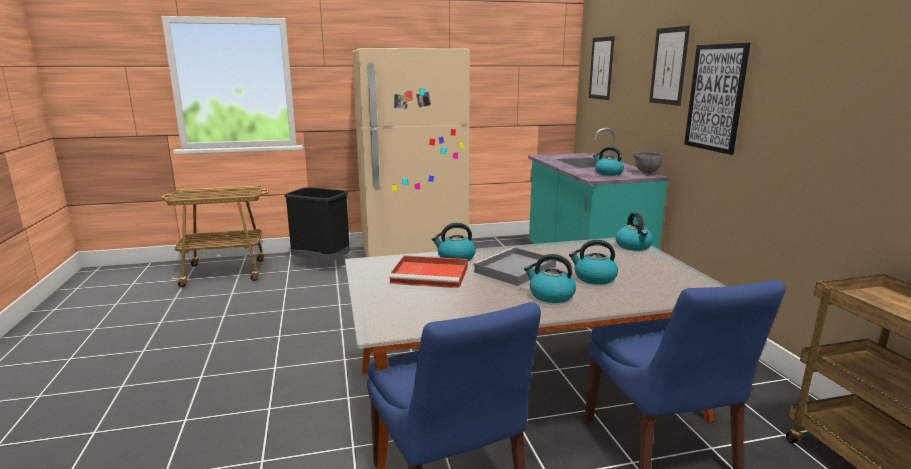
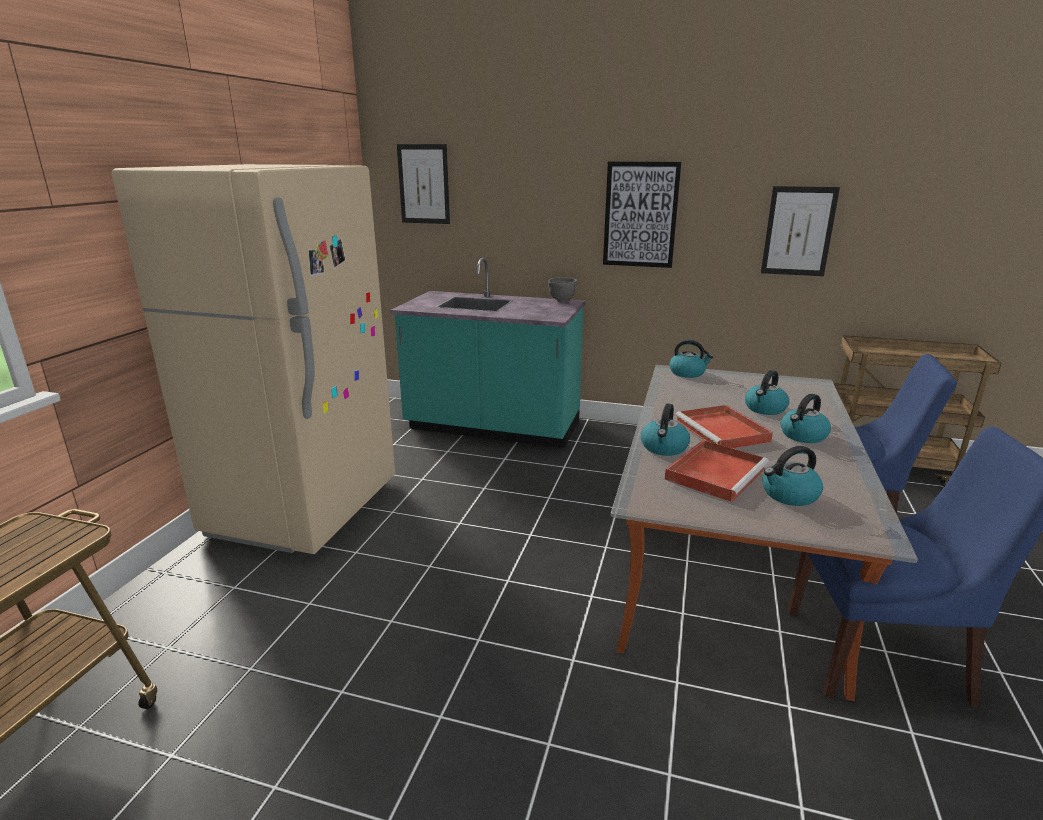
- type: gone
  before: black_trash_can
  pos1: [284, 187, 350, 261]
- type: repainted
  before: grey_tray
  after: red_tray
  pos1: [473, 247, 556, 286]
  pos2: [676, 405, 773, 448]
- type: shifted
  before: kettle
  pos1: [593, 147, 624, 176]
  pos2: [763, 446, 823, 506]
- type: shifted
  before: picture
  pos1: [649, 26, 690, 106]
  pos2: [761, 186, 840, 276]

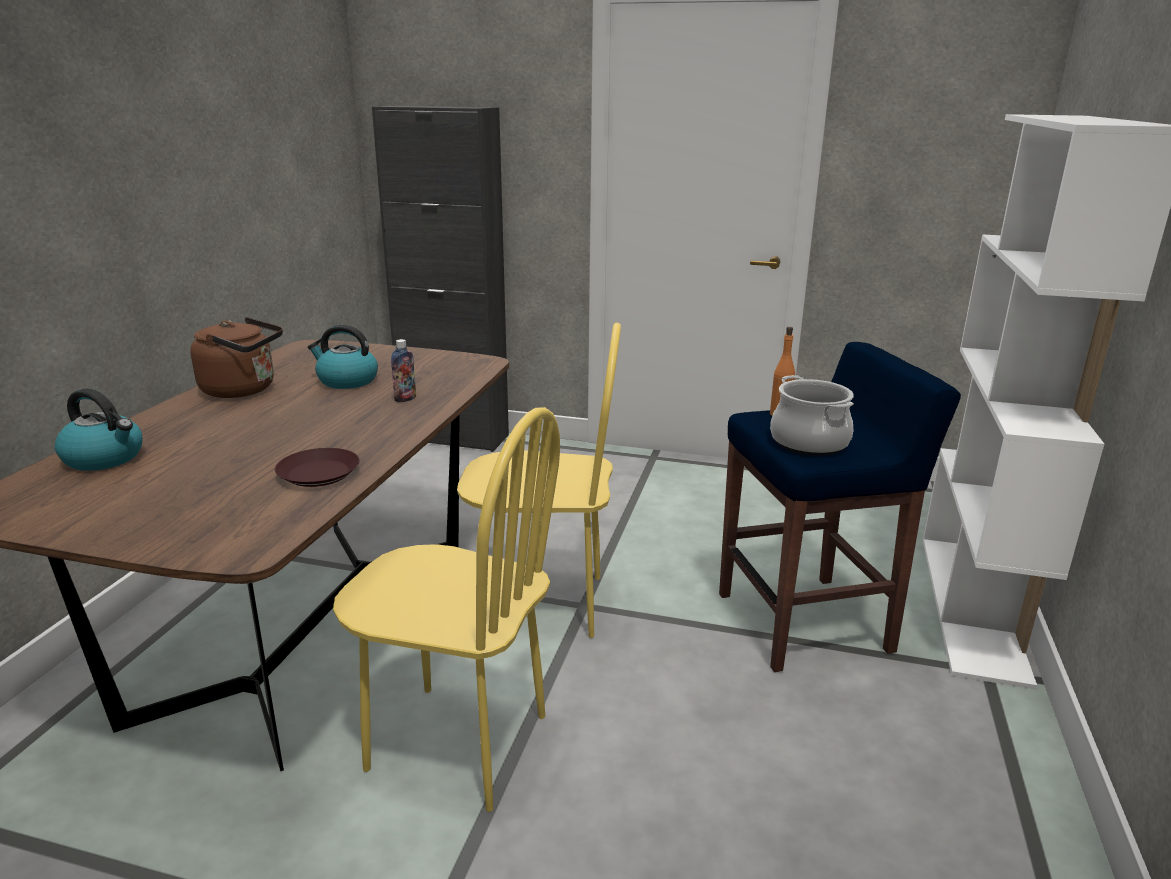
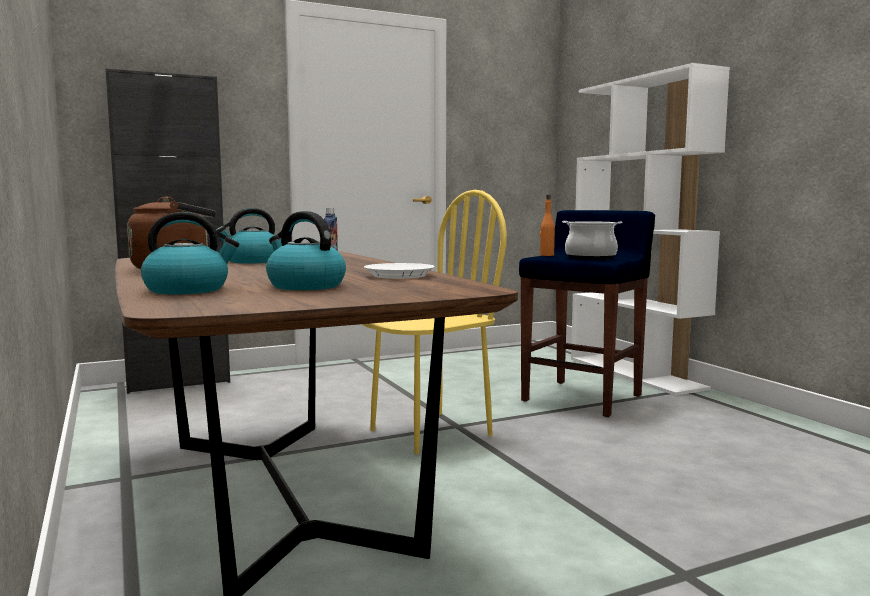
- type: repainted
  before: brown_plate
  after: white_plate
  pos1: [275, 448, 360, 487]
  pos2: [364, 263, 435, 279]
- type: gone
  before: yellow_chair
  pos1: [333, 407, 560, 812]
- type: new
  after: kettle
  pos2: [266, 211, 346, 290]

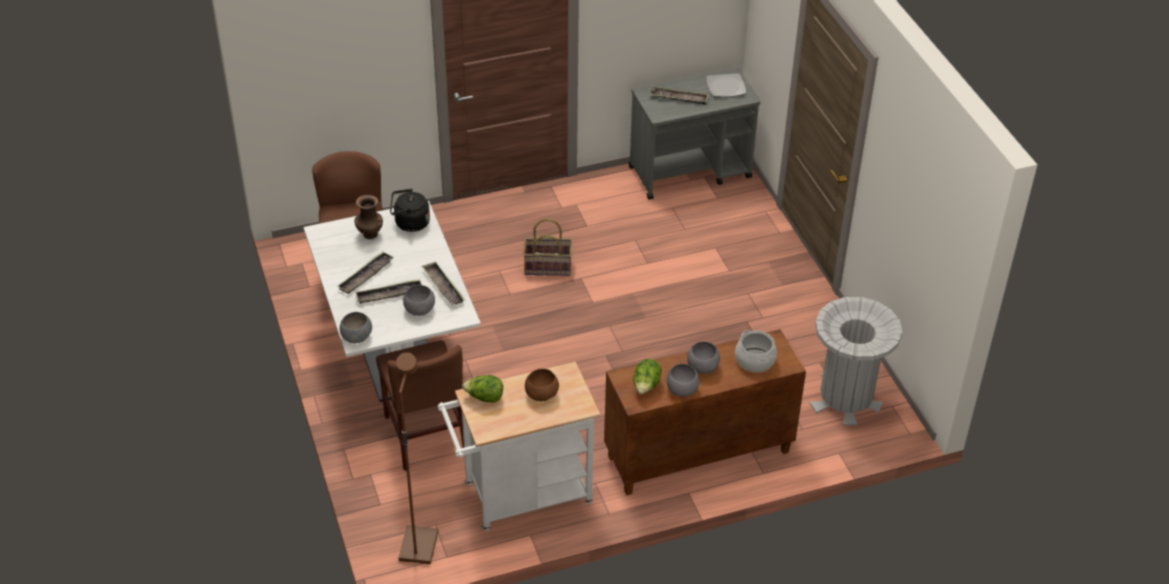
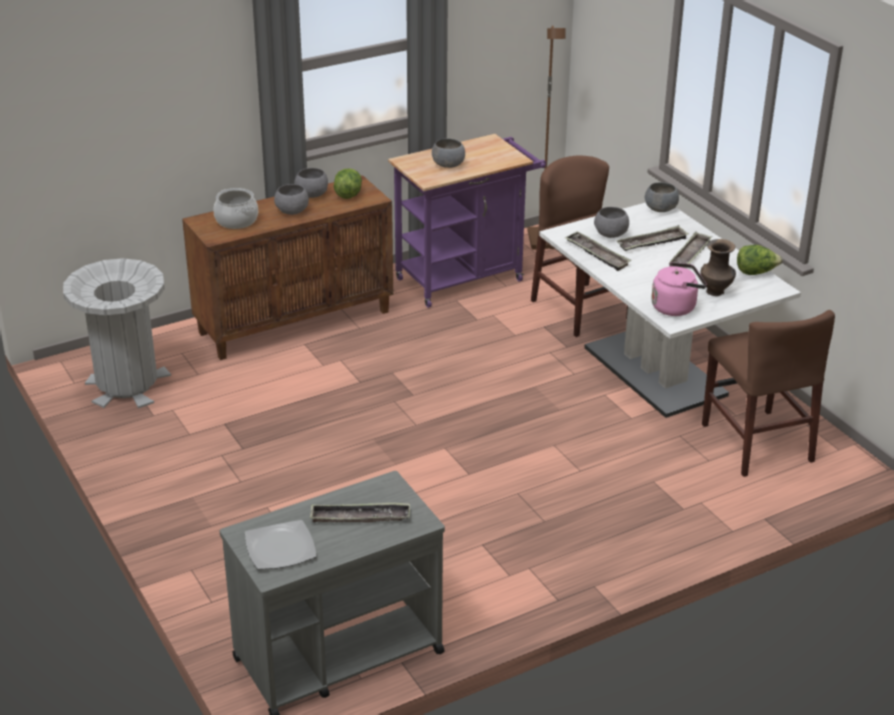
- type: repainted
  before: black_kettle
  after: pink_kettle
  pos1: [390, 189, 430, 232]
  pos2: [651, 262, 707, 316]
- type: repainted
  before: white_cart
  after: purple_cart
  pos1: [438, 362, 600, 531]
  pos2: [388, 134, 546, 308]
- type: shifted
  before: lettuce
  pos1: [462, 375, 503, 403]
  pos2: [737, 245, 783, 275]
- type: gone
  before: basket
  pos1: [523, 219, 572, 276]
- type: repainted
  before: brown_bowl
  after: grey_bowl
  pos1: [525, 369, 559, 401]
  pos2: [432, 138, 465, 168]

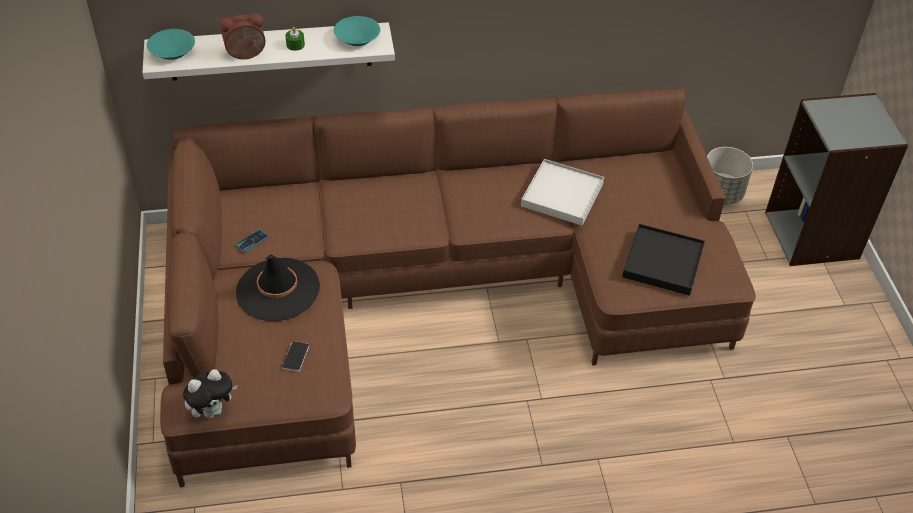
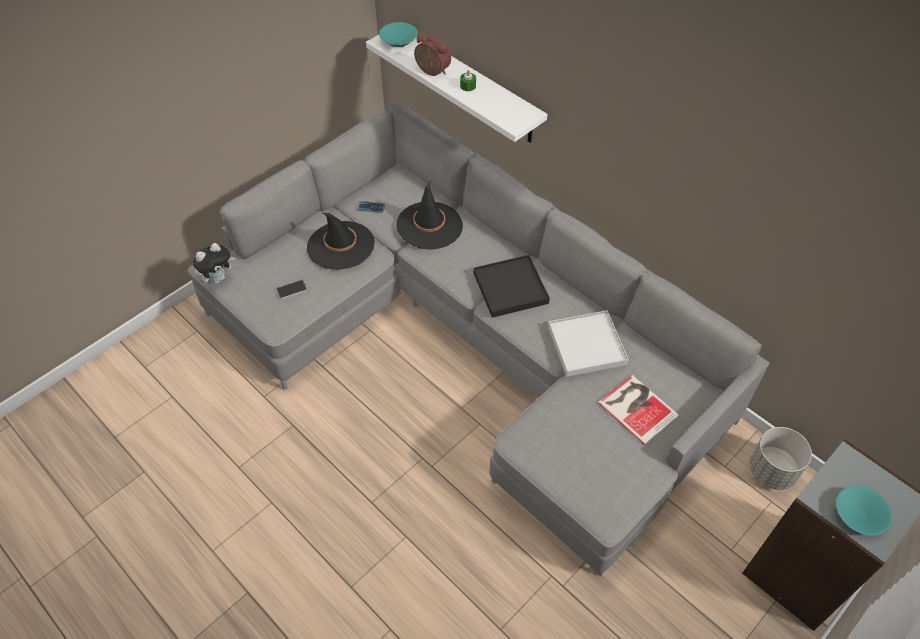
- type: repainted
  before: brown_sofa
  after: grey_sofa
  pos1: [160, 88, 756, 487]
  pos2: [188, 104, 770, 577]
- type: rotated
  before: plush_toy
  pos1: [183, 369, 238, 418]
  pos2: [193, 243, 235, 284]
  turn: -60
- type: shifted
  before: turquoise_bowl
  pos1: [334, 16, 380, 46]
  pos2: [836, 485, 892, 536]
- type: shifted
  before: black_tray
  pos1: [622, 224, 705, 296]
  pos2: [474, 255, 550, 318]
- type: new
  after: black_hat
  pos2: [396, 181, 463, 249]
- type: new
  after: book
  pos2: [598, 375, 679, 445]

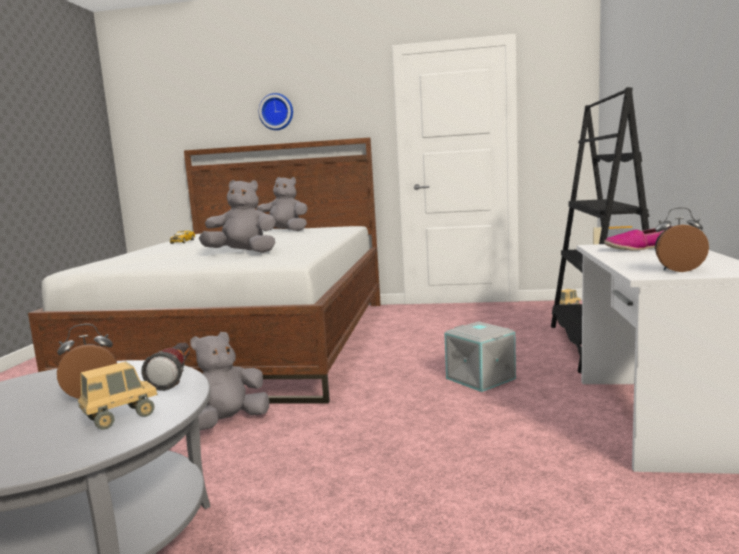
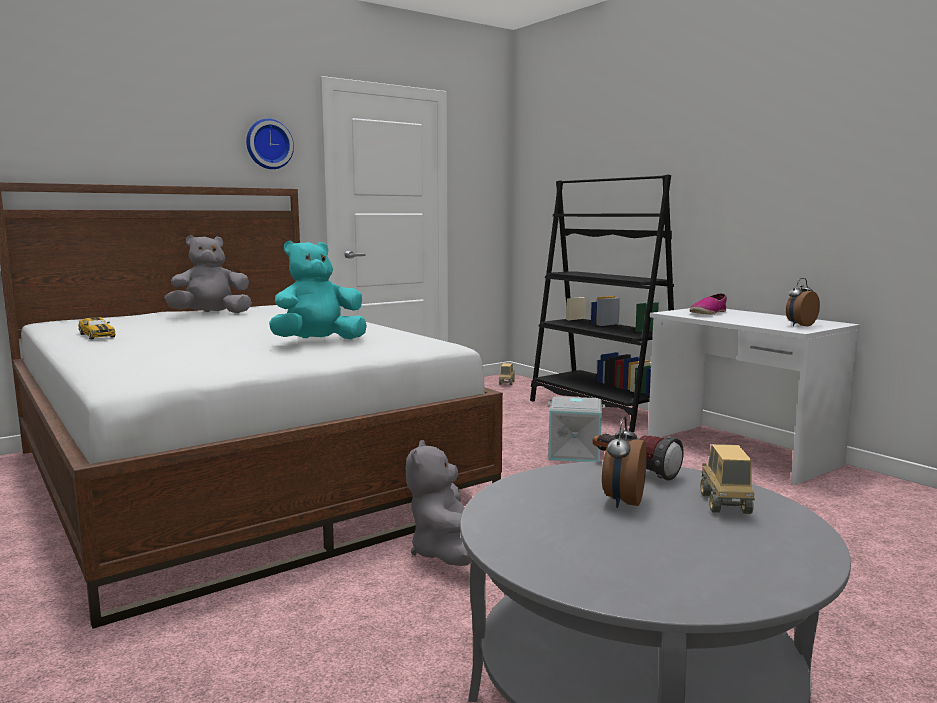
- type: repainted
  before: grey_plush_toy
  after: turquoise_plush_toy
  pos1: [199, 180, 276, 253]
  pos2: [269, 241, 367, 339]
- type: shifted
  before: wall_clock
  pos1: [258, 93, 293, 130]
  pos2: [246, 119, 294, 169]

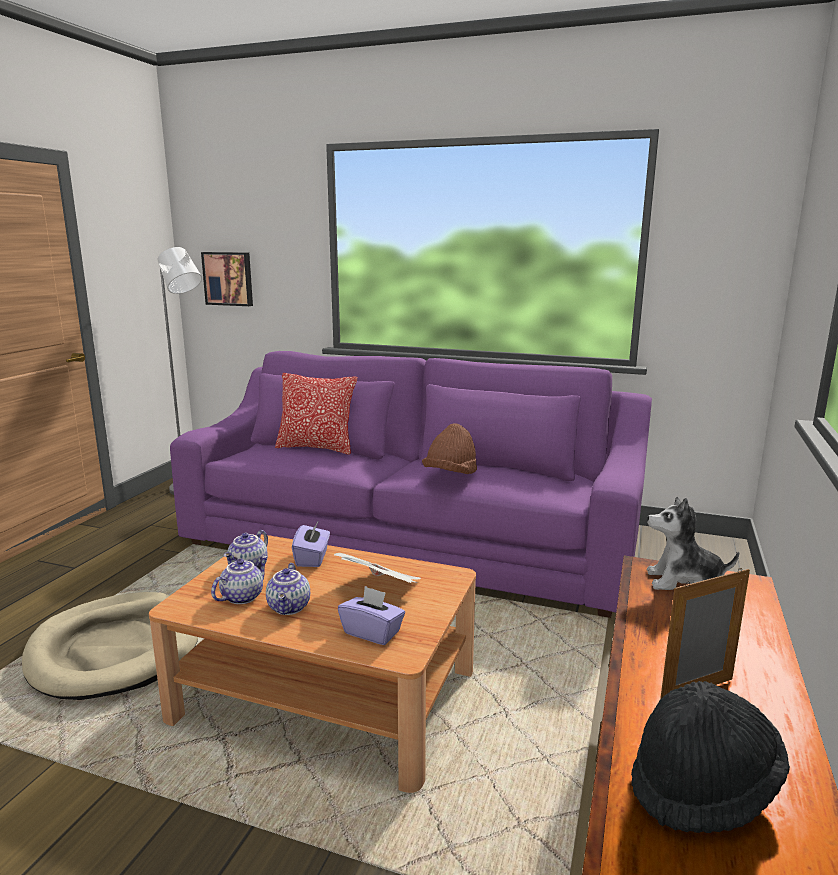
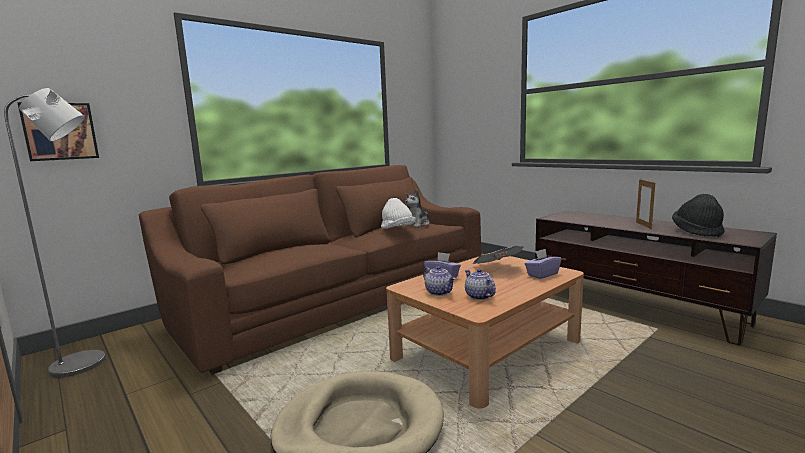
- type: repainted
  before: purple_sofa
  after: brown_sofa
  pos1: [170, 351, 652, 618]
  pos2: [139, 165, 481, 375]
- type: gone
  before: teapot
  pos1: [266, 563, 310, 615]
- type: gone
  before: pillow
  pos1: [275, 373, 357, 455]
- type: repainted
  before: brown_hat
  after: white_hat
  pos1: [422, 423, 477, 474]
  pos2: [381, 198, 416, 229]
- type: shifted
  before: plush_toy
  pos1: [647, 497, 739, 590]
  pos2: [405, 189, 430, 227]

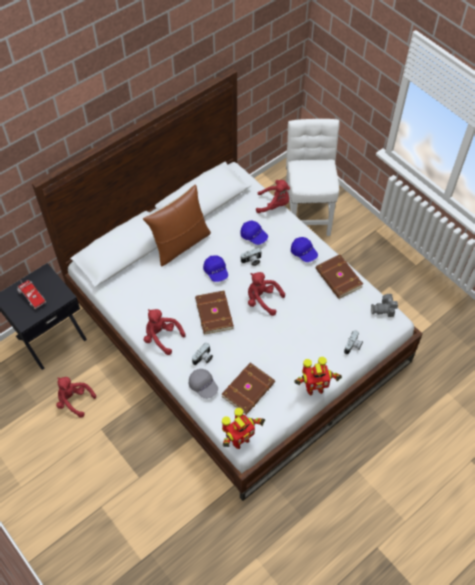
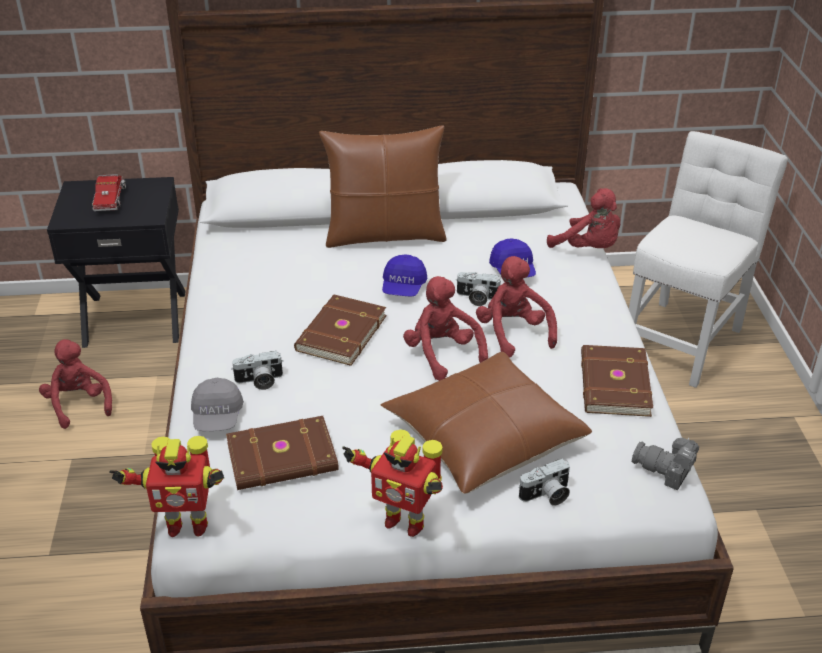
- type: shifted
  before: red_plush_toy
  pos1: [144, 309, 186, 355]
  pos2: [476, 256, 557, 358]
- type: gone
  before: blue_cap
  pos1: [291, 237, 318, 262]
- type: new
  after: brown_pillow
  pos2: [381, 352, 592, 494]

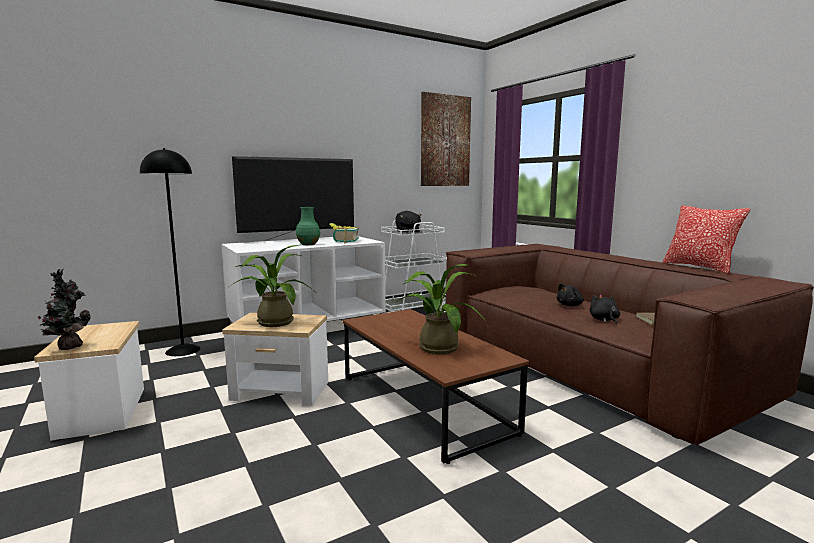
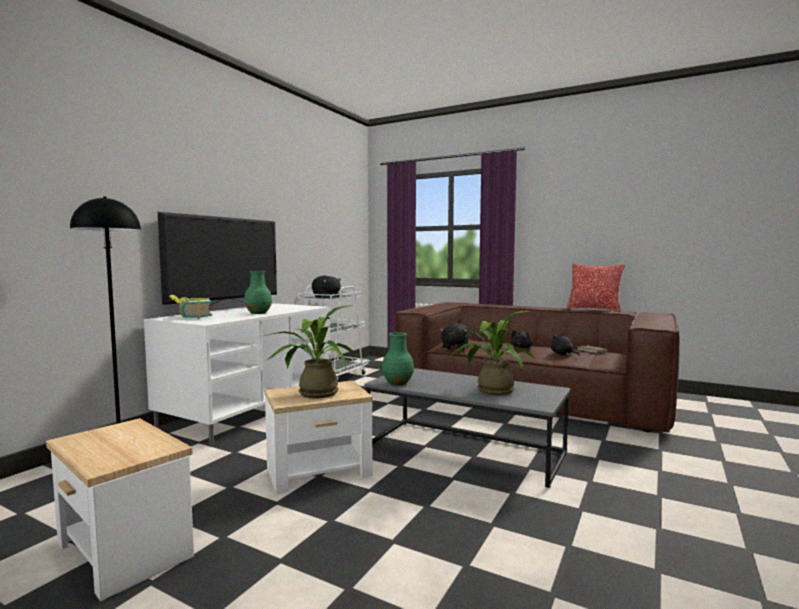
- type: gone
  before: potted_plant
  pos1: [38, 269, 91, 350]
- type: shifted
  before: book
  pos1: [329, 223, 359, 244]
  pos2: [169, 295, 212, 319]
- type: repainted
  before: brown_coffee_table
  after: grey_coffee_table
  pos1: [343, 309, 529, 464]
  pos2: [364, 368, 570, 488]
- type: gone
  before: picture
  pos1: [421, 92, 471, 186]
- type: new
  after: green_vase
  pos2: [382, 332, 414, 385]
- type: new
  after: black_plush_toy
  pos2: [440, 323, 470, 350]

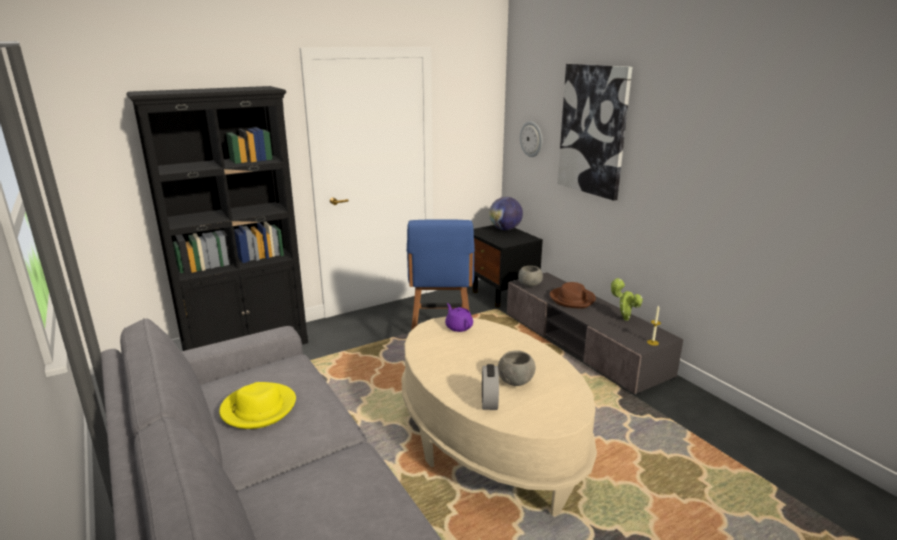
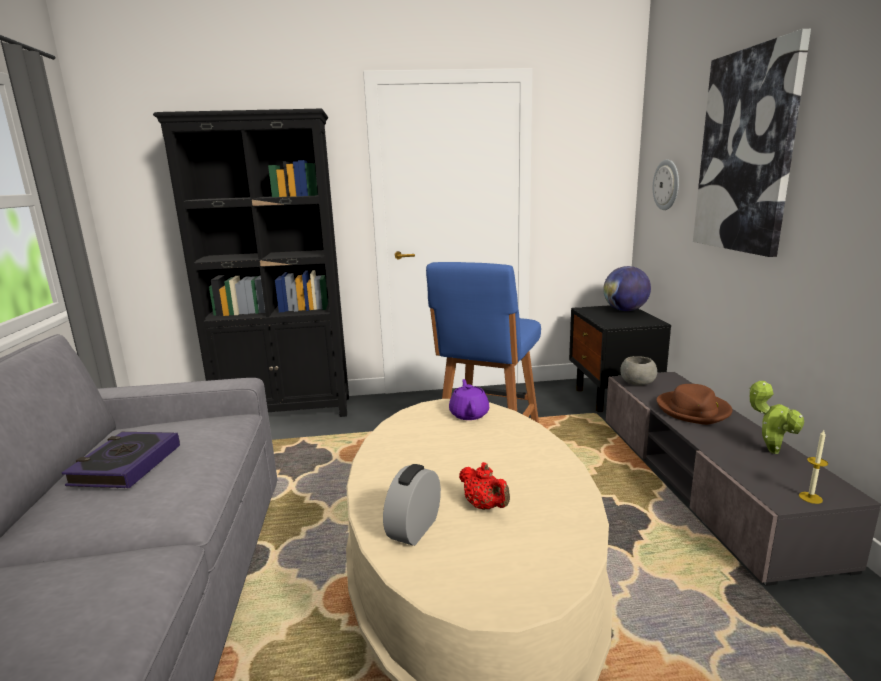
- type: swapped
  before: yellow_hat
  after: book
  pos1: [219, 382, 296, 429]
  pos2: [62, 432, 180, 488]
- type: swapped
  before: grey_bowl
  after: red_teapot
  pos1: [498, 350, 536, 386]
  pos2: [459, 462, 510, 510]

